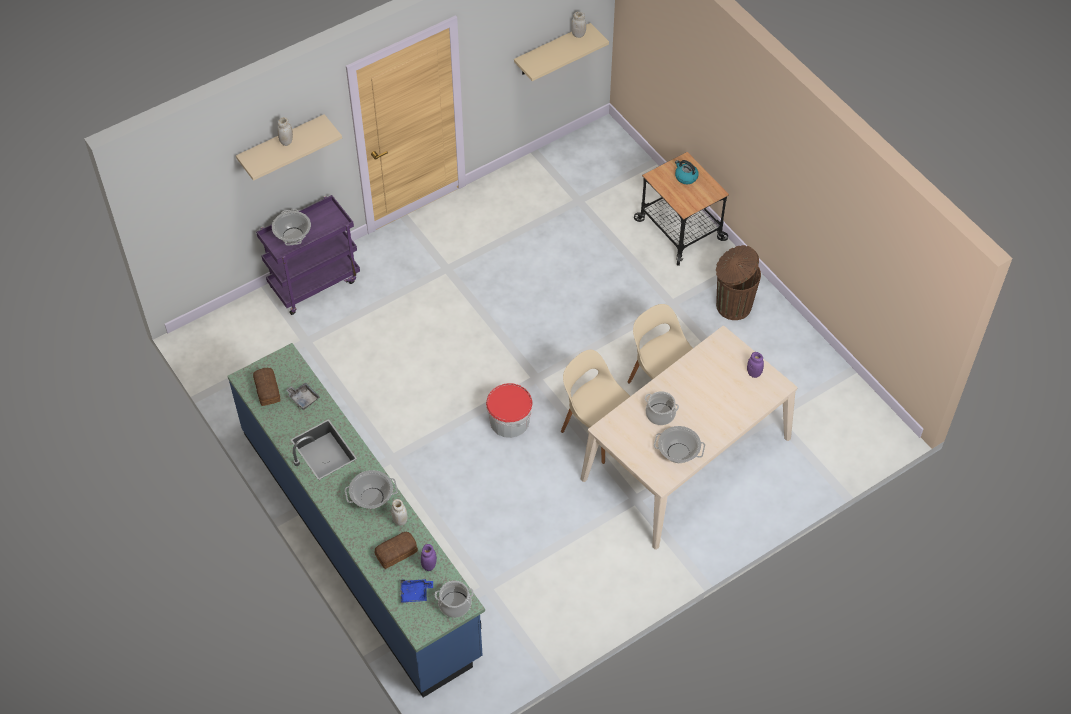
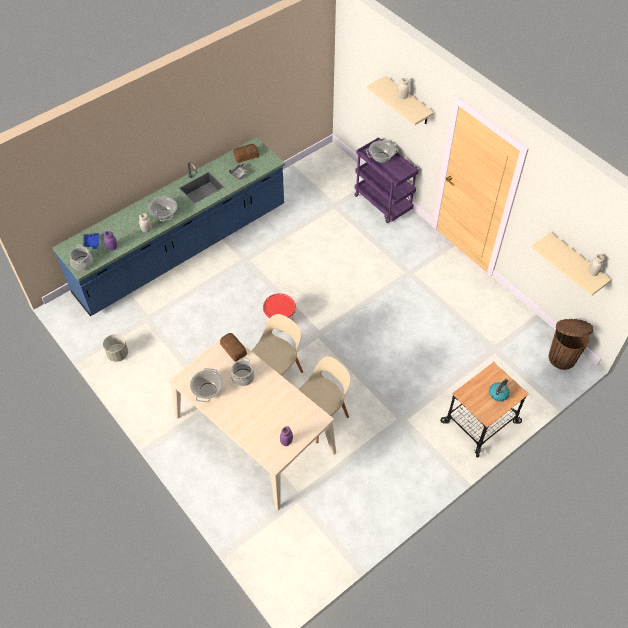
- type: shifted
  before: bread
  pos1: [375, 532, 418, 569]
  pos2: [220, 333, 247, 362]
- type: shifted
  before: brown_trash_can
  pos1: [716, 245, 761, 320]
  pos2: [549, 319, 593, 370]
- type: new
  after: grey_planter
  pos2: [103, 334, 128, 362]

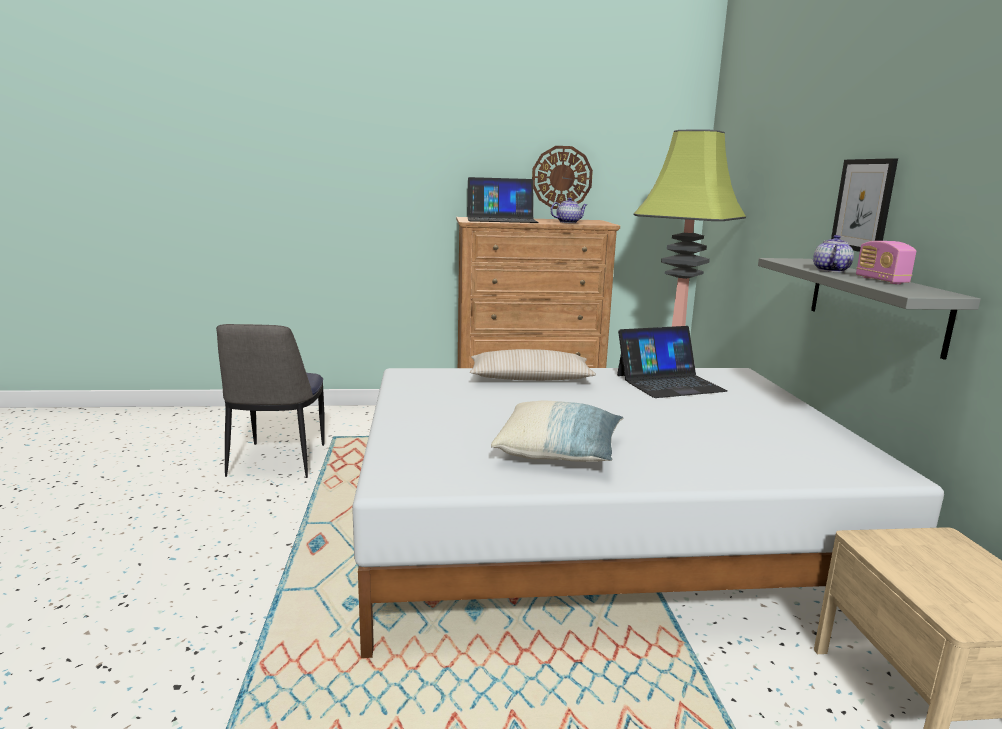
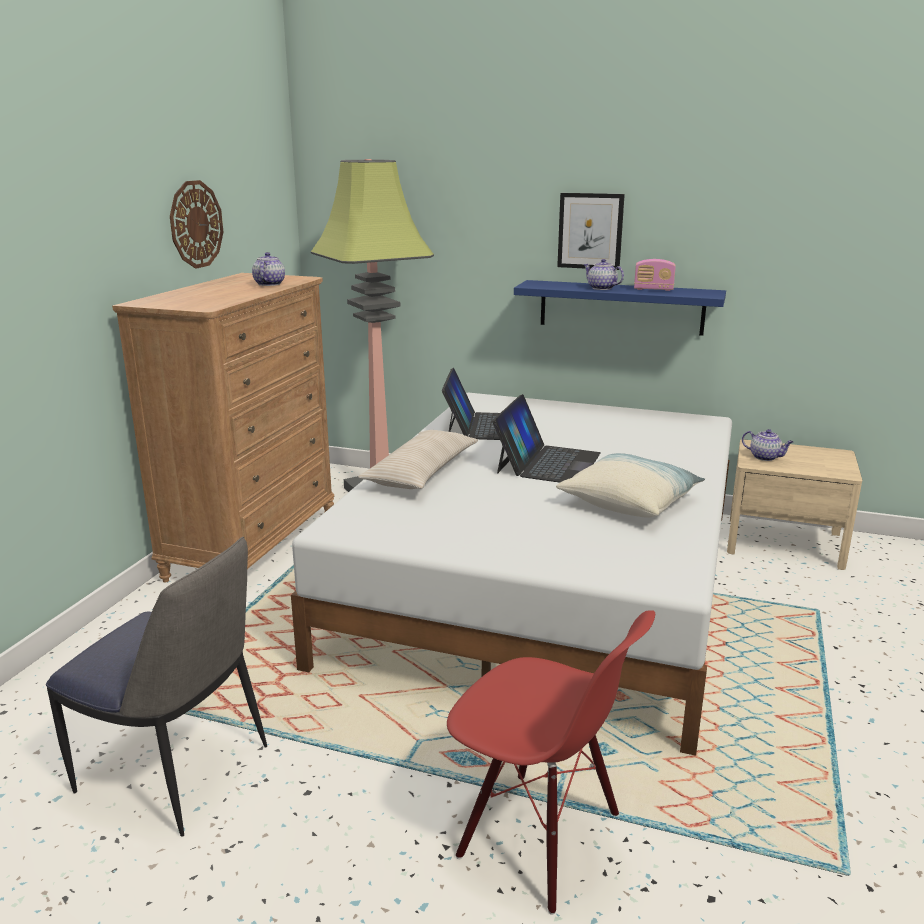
- type: shifted
  before: laptop
  pos1: [467, 177, 538, 223]
  pos2: [492, 394, 600, 483]
- type: repainted
  before: grey_shelf
  after: blue_shelf
  pos1: [758, 258, 981, 360]
  pos2: [514, 280, 726, 336]
- type: new
  after: red_chair
  pos2: [447, 610, 655, 915]
- type: new
  after: teapot
  pos2: [742, 429, 793, 461]

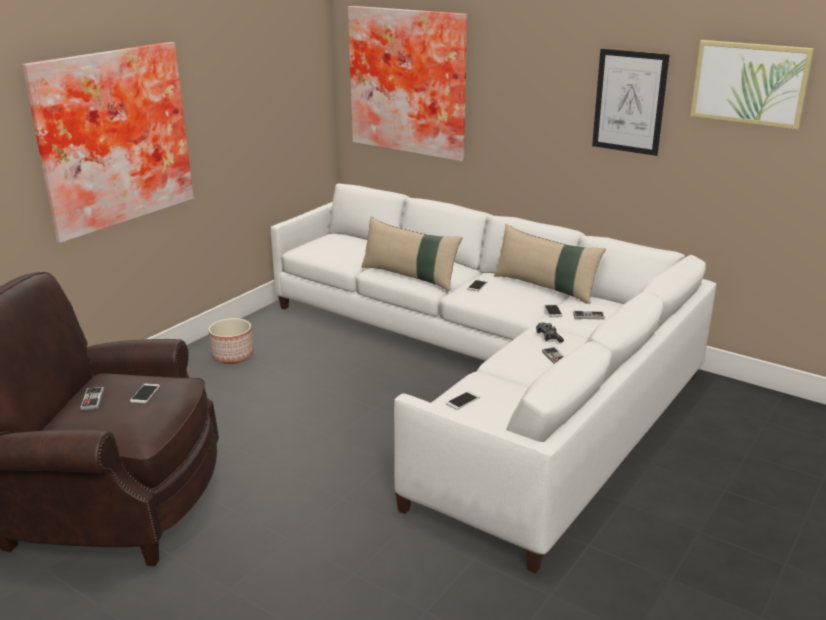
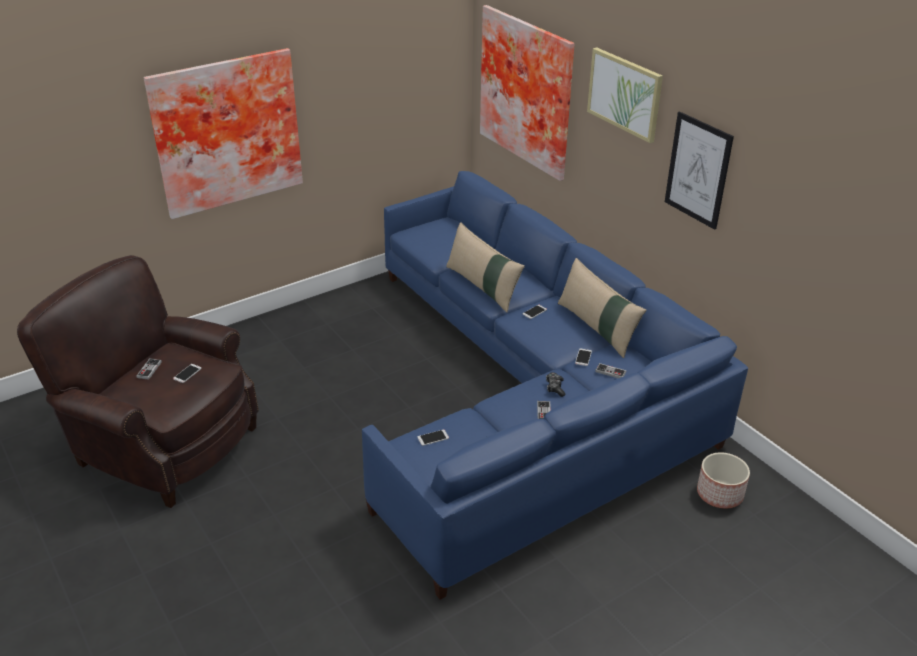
- type: shifted
  before: planter
  pos1: [208, 318, 254, 364]
  pos2: [697, 452, 750, 509]
- type: repainted
  before: white_sofa
  after: blue_sofa
  pos1: [271, 183, 717, 573]
  pos2: [362, 171, 748, 600]
- type: shifted
  before: picture
  pos1: [690, 40, 814, 130]
  pos2: [587, 47, 663, 143]

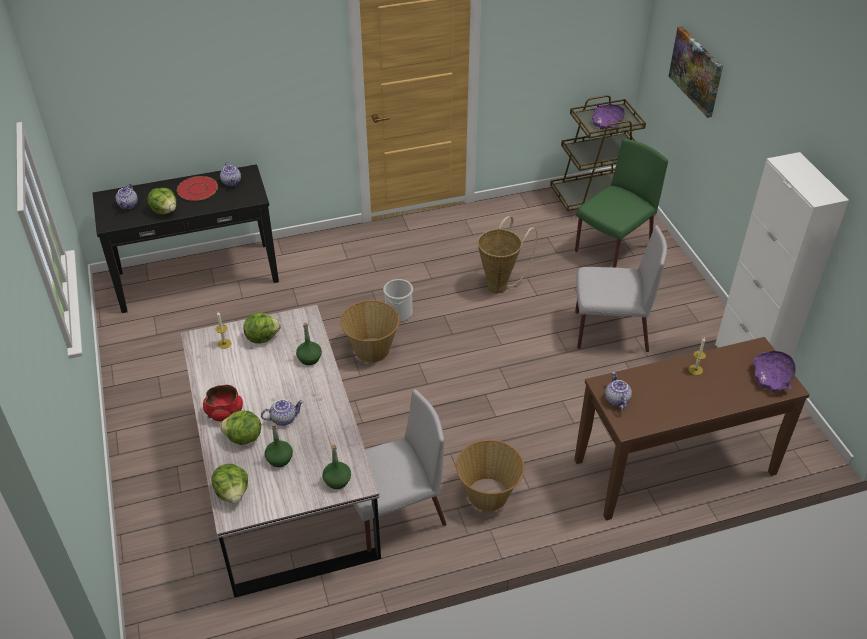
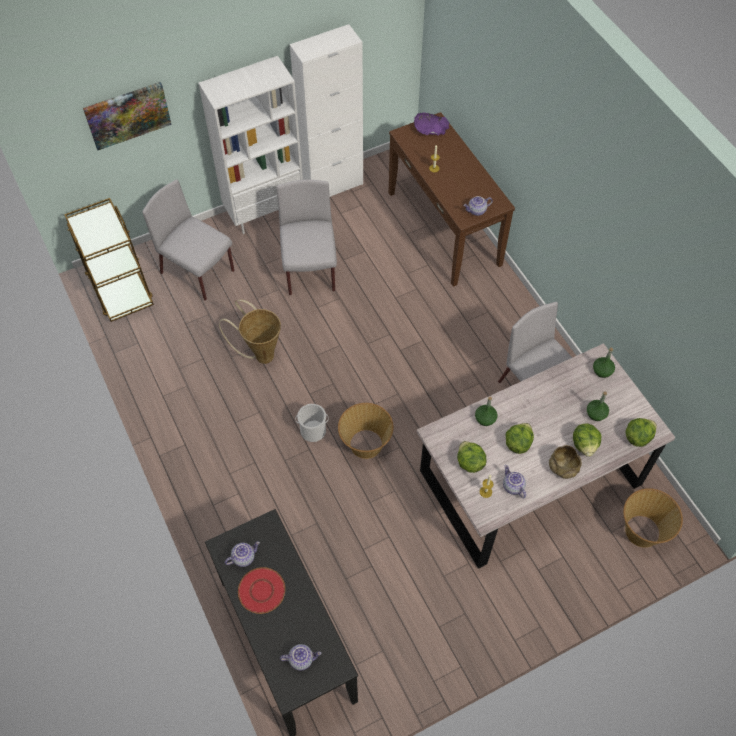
- type: shifted
  before: lettuce
  pos1: [147, 188, 176, 214]
  pos2: [506, 423, 534, 454]
- type: repainted
  before: red_bowl
  after: beige_bowl
  pos1: [203, 385, 243, 421]
  pos2: [549, 445, 582, 479]
- type: shifted
  before: teapot
  pos1: [261, 399, 304, 426]
  pos2: [503, 465, 526, 499]
- type: shifted
  before: basket
  pos1: [456, 440, 525, 511]
  pos2: [623, 488, 683, 548]
- type: repainted
  before: green_chair
  after: grey_chair
  pos1: [575, 138, 668, 268]
  pos2: [142, 180, 234, 301]
- type: gone
  before: purple_bowl
  pos1: [592, 104, 625, 130]
- type: new
  after: white_bookcase
  pos2: [199, 56, 303, 234]

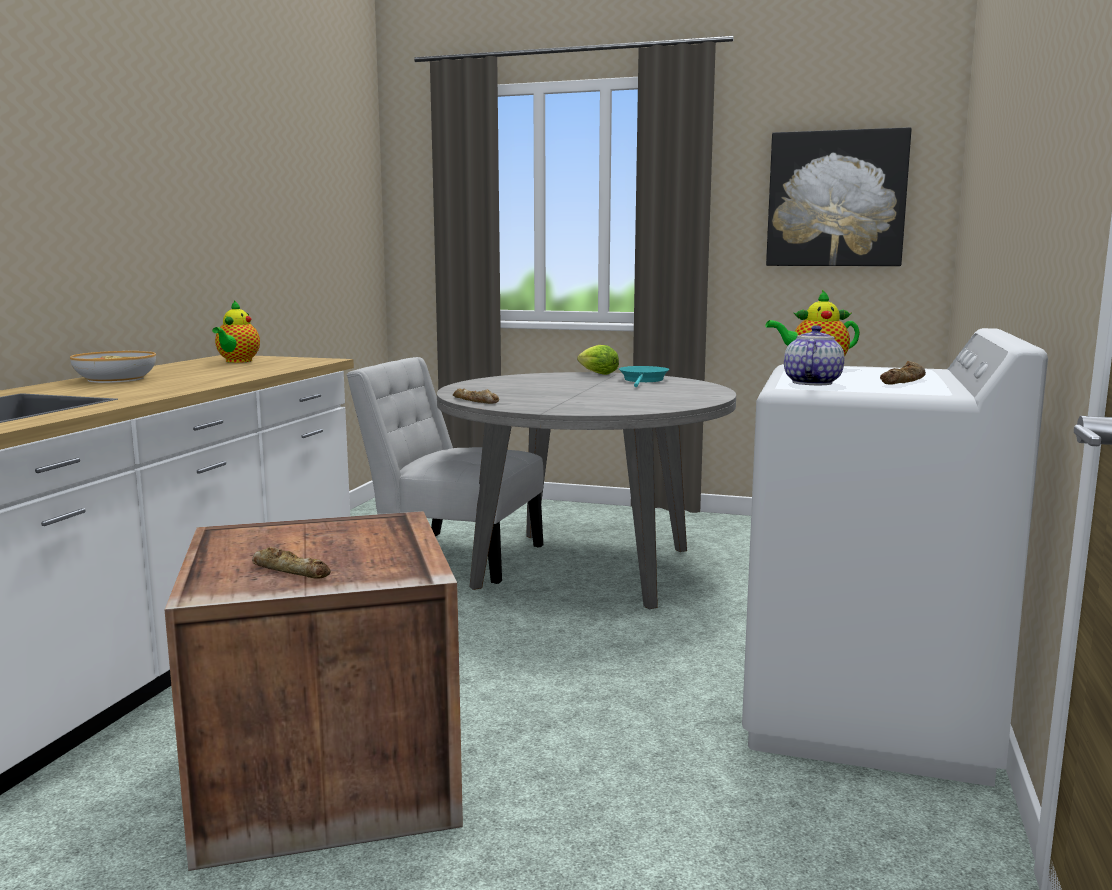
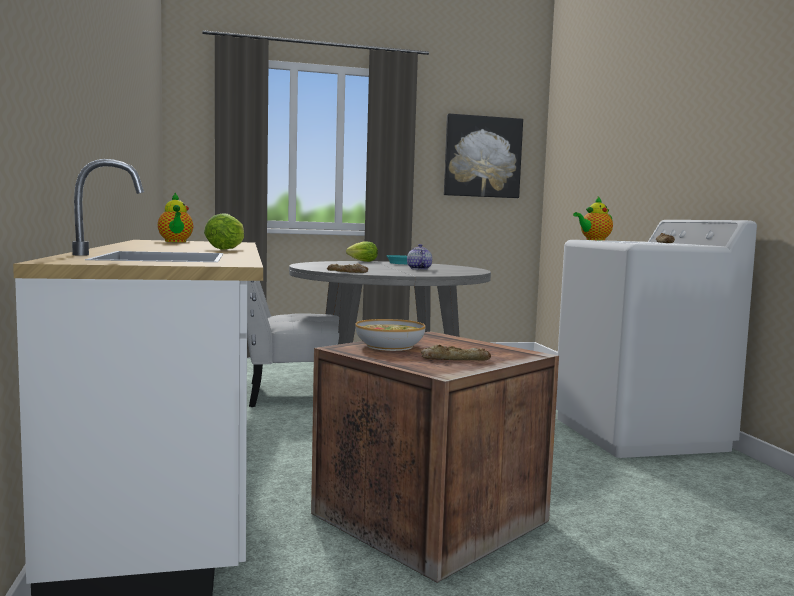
- type: shifted
  before: bowl
  pos1: [70, 351, 156, 383]
  pos2: [355, 319, 426, 351]
- type: shifted
  before: teapot
  pos1: [784, 325, 844, 385]
  pos2: [407, 244, 432, 270]
- type: new
  after: lettuce
  pos2: [204, 213, 244, 250]

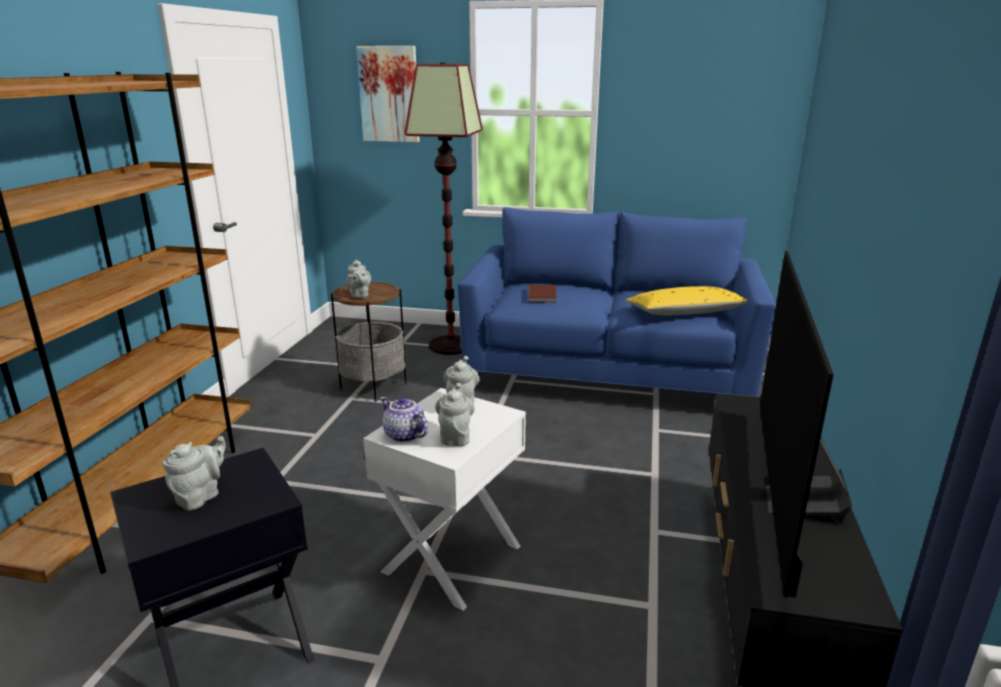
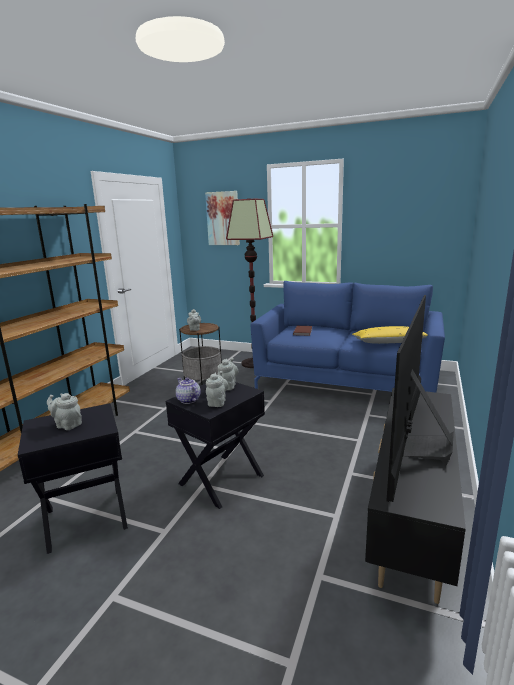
- type: rotated
  before: grey_teapot
  pos1: [162, 436, 226, 511]
  pos2: [47, 393, 82, 430]
  turn: -105
- type: repainted
  before: white_side_table
  after: black_side_table
  pos1: [363, 388, 526, 611]
  pos2: [166, 382, 265, 509]

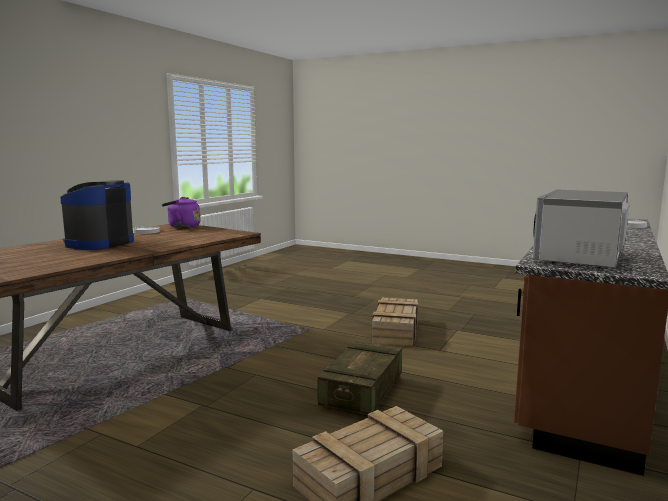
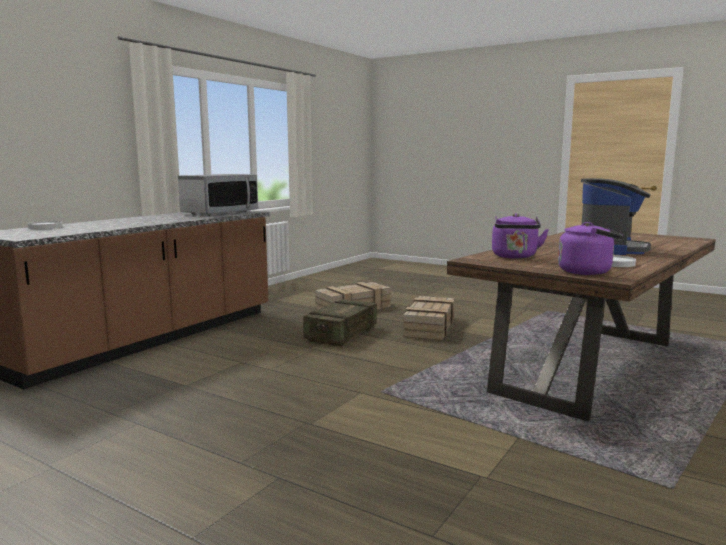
- type: shifted
  before: crate
  pos1: [372, 298, 418, 347]
  pos2: [403, 296, 454, 340]
- type: new
  after: purple_kettle
  pos2: [492, 213, 549, 259]

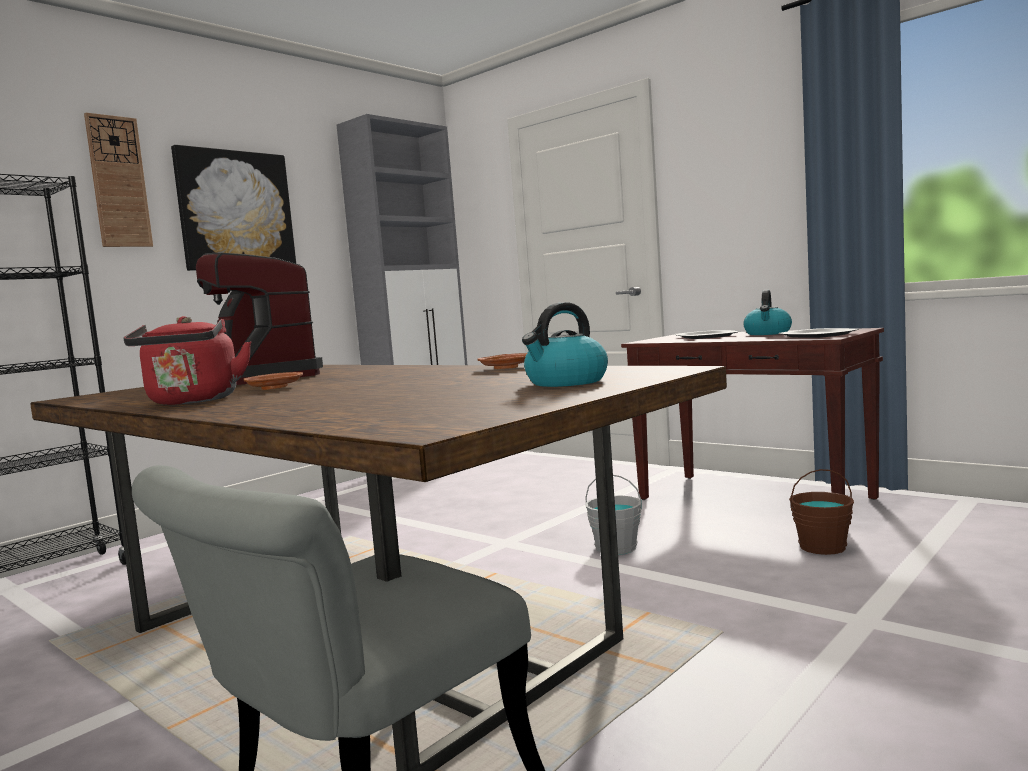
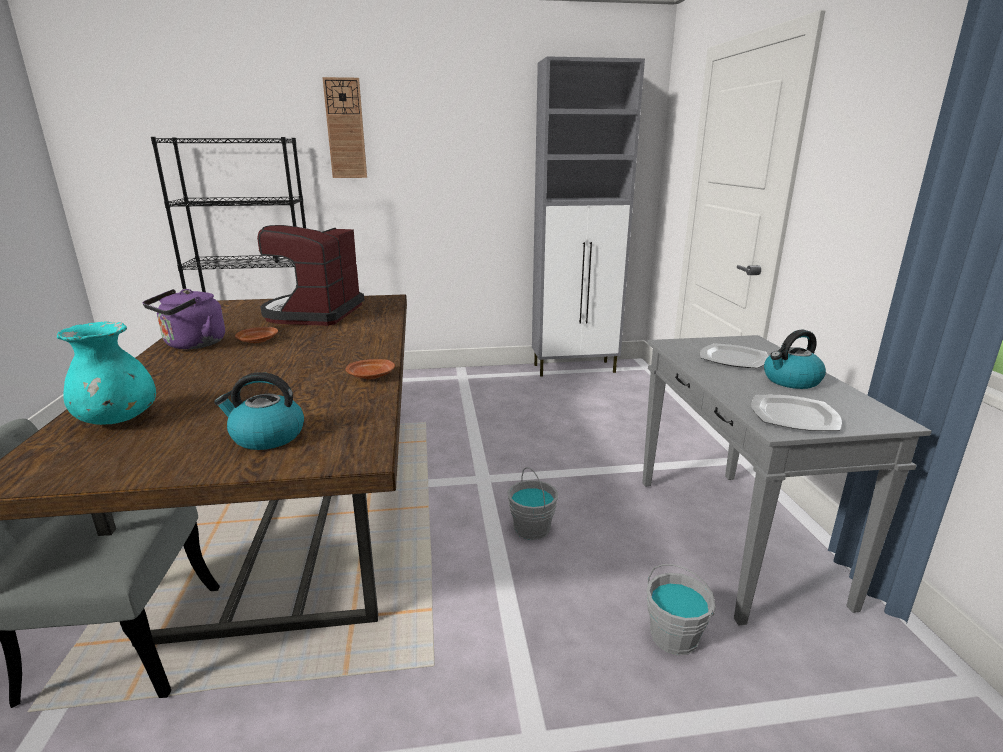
- type: repainted
  before: red_kettle
  after: purple_kettle
  pos1: [124, 316, 251, 405]
  pos2: [143, 289, 225, 349]
- type: gone
  before: picture
  pos1: [171, 145, 296, 271]
- type: repainted
  before: brown_console_table
  after: grey_console_table
  pos1: [621, 328, 884, 500]
  pos2: [642, 335, 932, 625]
- type: repainted
  before: brown_bucket
  after: grey_bucket
  pos1: [789, 469, 854, 555]
  pos2: [646, 564, 716, 655]
- type: new
  after: turquoise_vase
  pos2: [57, 322, 156, 425]

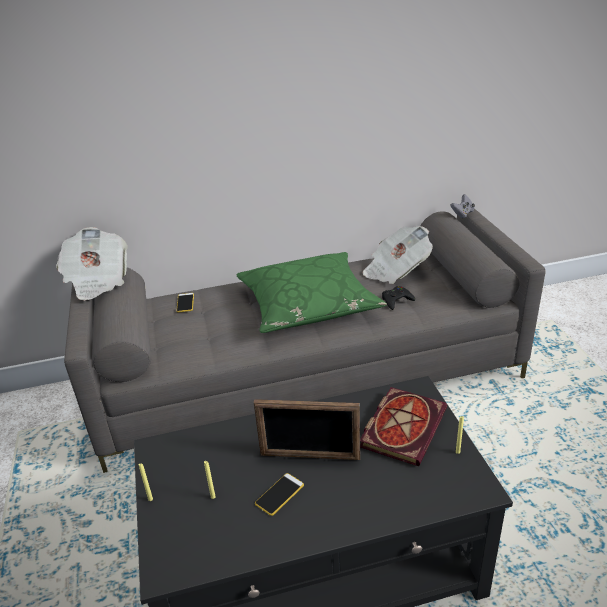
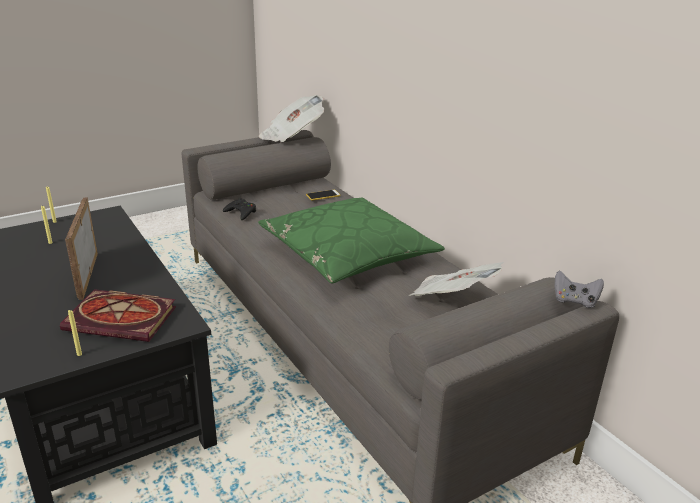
- type: gone
  before: phone
  pos1: [255, 473, 304, 516]
- type: shifted
  before: black_game_controller
  pos1: [382, 286, 415, 310]
  pos2: [223, 198, 256, 220]

